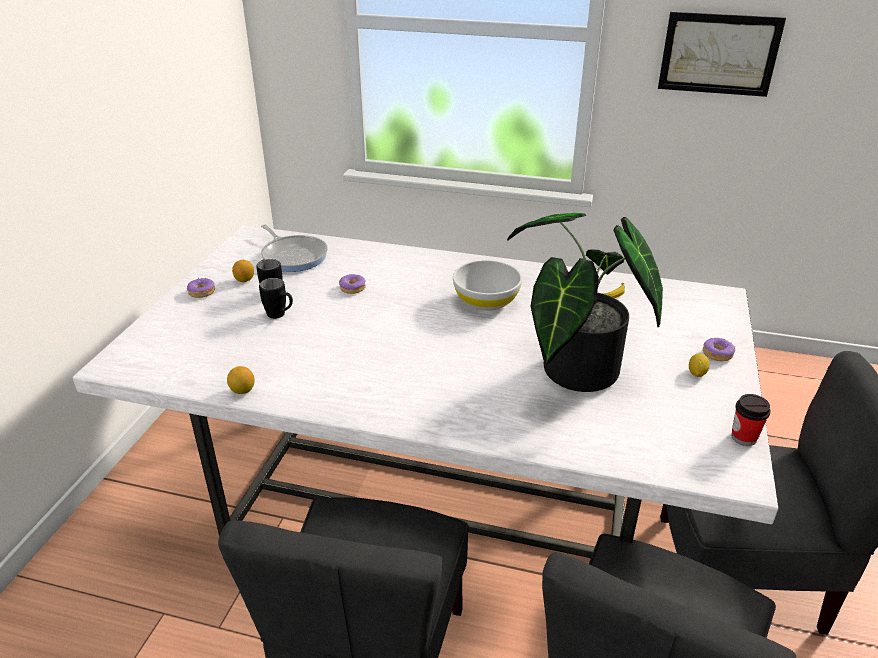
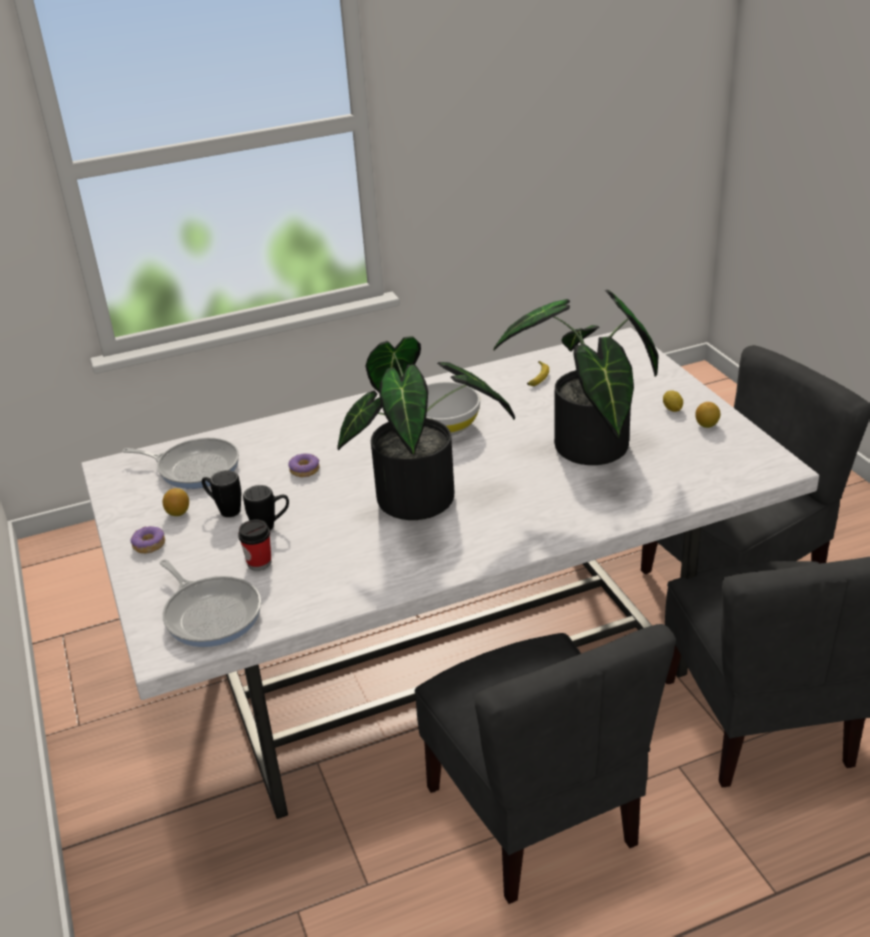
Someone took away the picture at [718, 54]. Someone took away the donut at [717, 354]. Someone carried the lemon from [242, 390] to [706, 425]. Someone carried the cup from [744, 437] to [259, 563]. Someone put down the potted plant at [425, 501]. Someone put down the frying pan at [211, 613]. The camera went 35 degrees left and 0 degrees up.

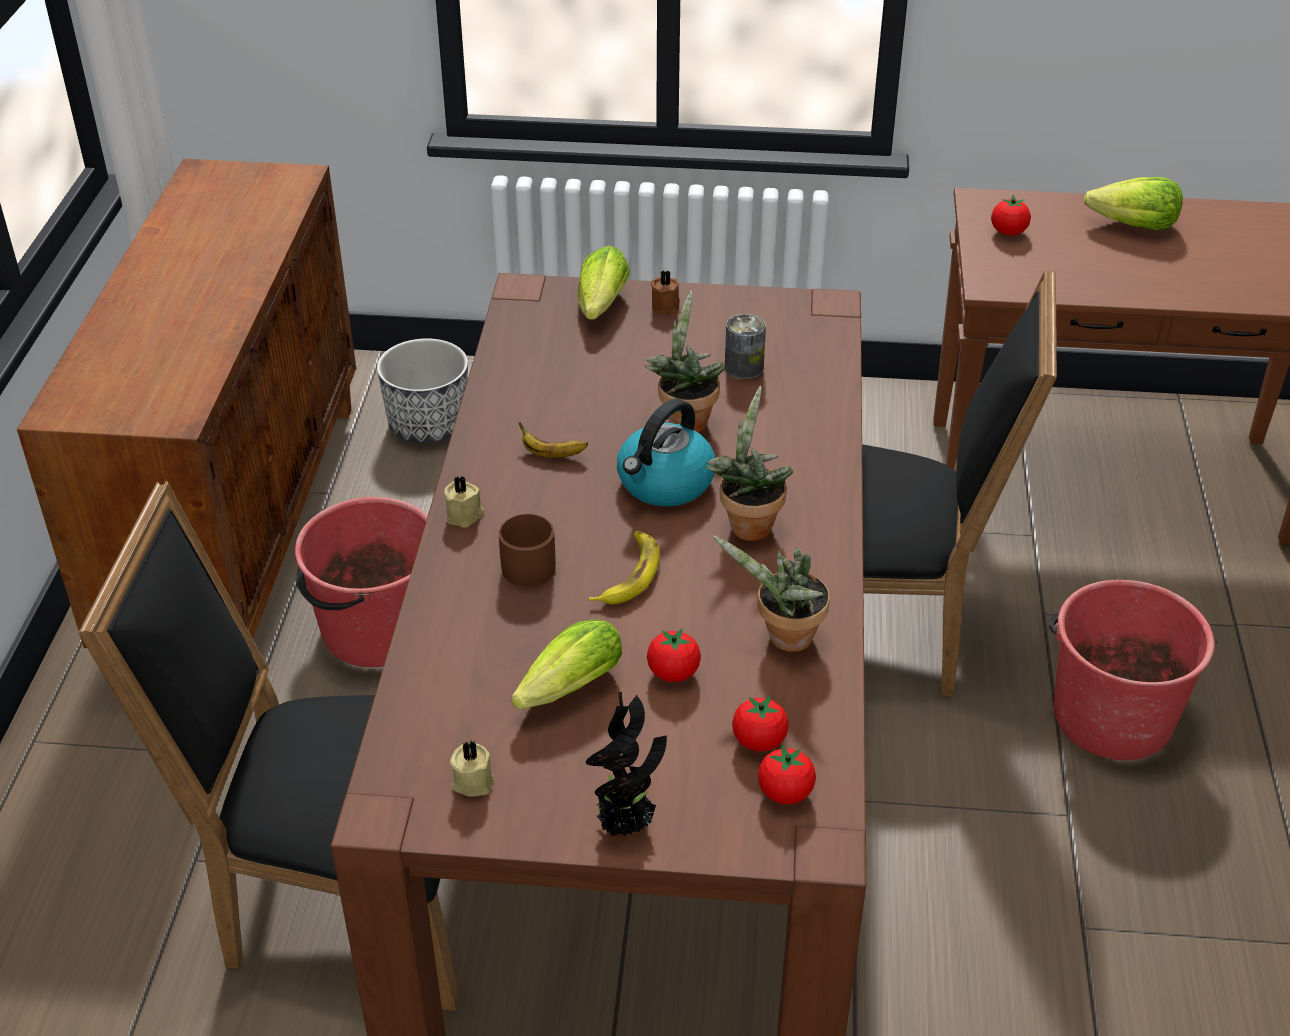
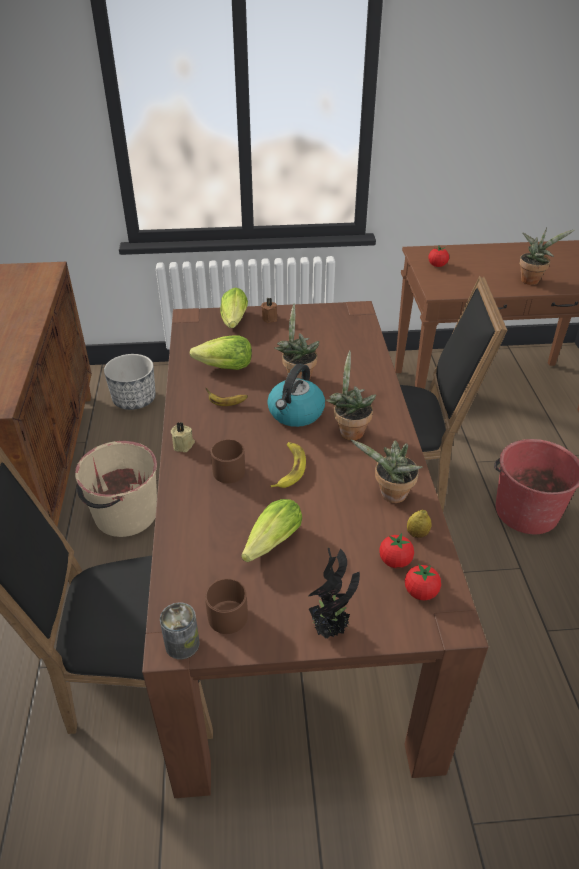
Someone carried the lettuce from [1133, 226] to [225, 367]. Someone carried the can from [744, 368] to [182, 644]. Someone repainted the bucket in red at [376, 629], which became the bucket in beige at [125, 514]. Someone took away the tomato at [673, 673]. Someone swapped the candle in beige at [472, 780] for the mug in brown at [226, 612]. Someone put down the potted plant at [531, 279]. Someone put down the lemon at [417, 534]. The camera went 10 degrees left and 0 degrees up.

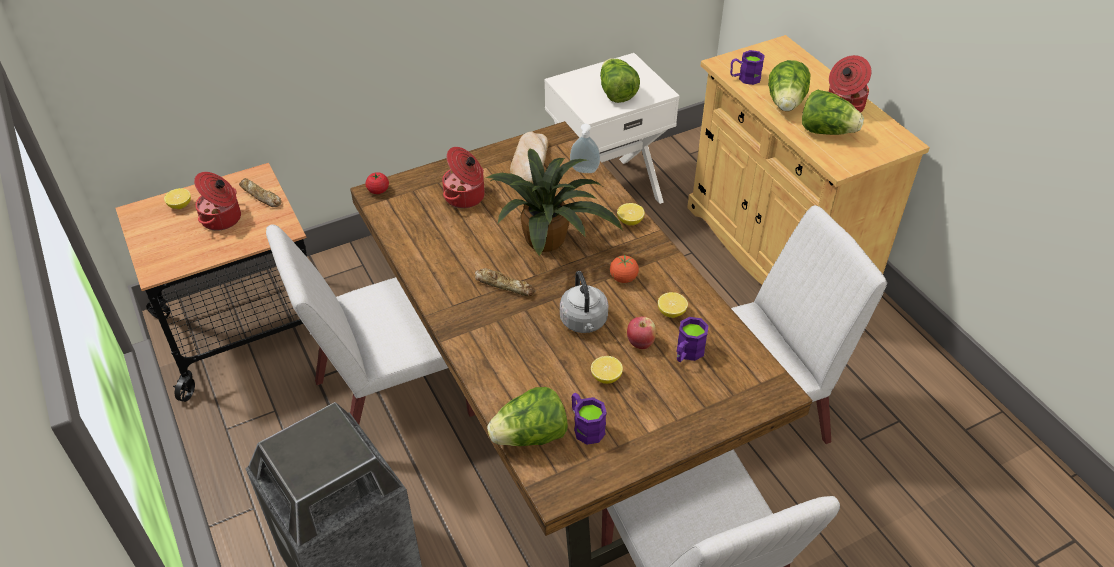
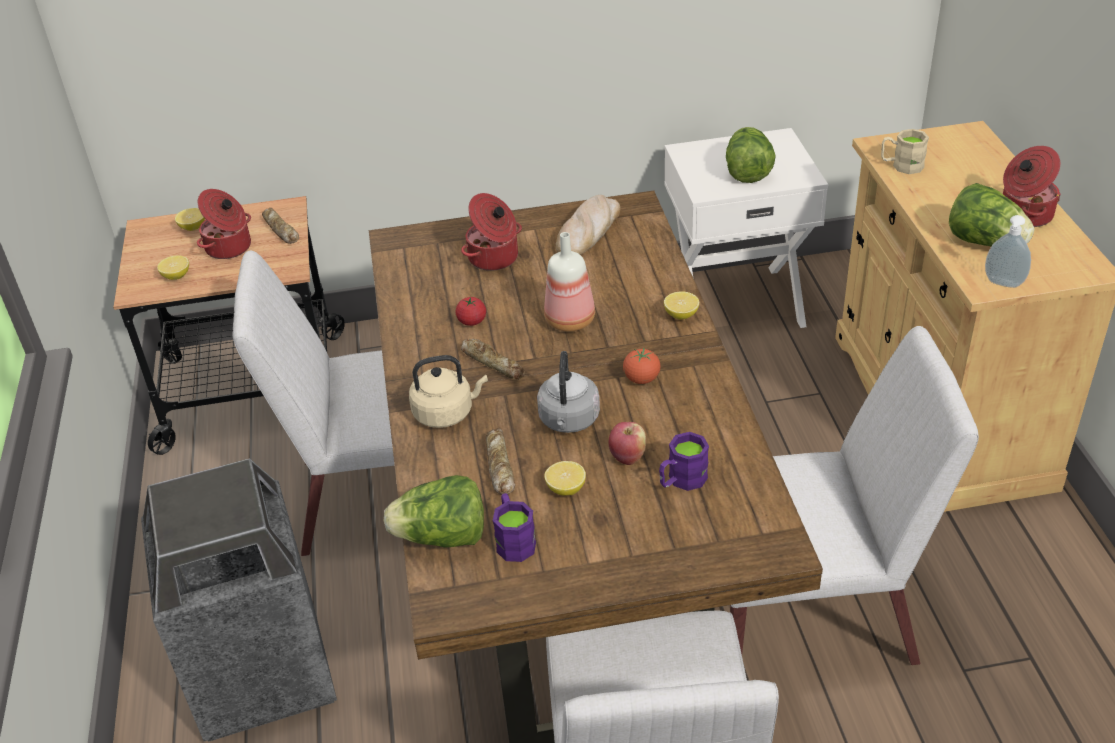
Someone repainted the mug in purple at [744, 78], which became the mug in beige at [901, 165]. Someone took away the lettuce at [786, 104]. Someone carried the soap dispenser from [584, 171] to [1003, 284]. Someone swapped the potted plant at [549, 239] for the bottle at [571, 320]. Someone carried the tomato from [378, 190] to [472, 321]. Someone carried the lemon from [671, 312] to [176, 276]. Someone put down the kettle in beige at [446, 413]. Someone put down the bread at [499, 466]. The camera went 20 degrees right and 5 degrees down.

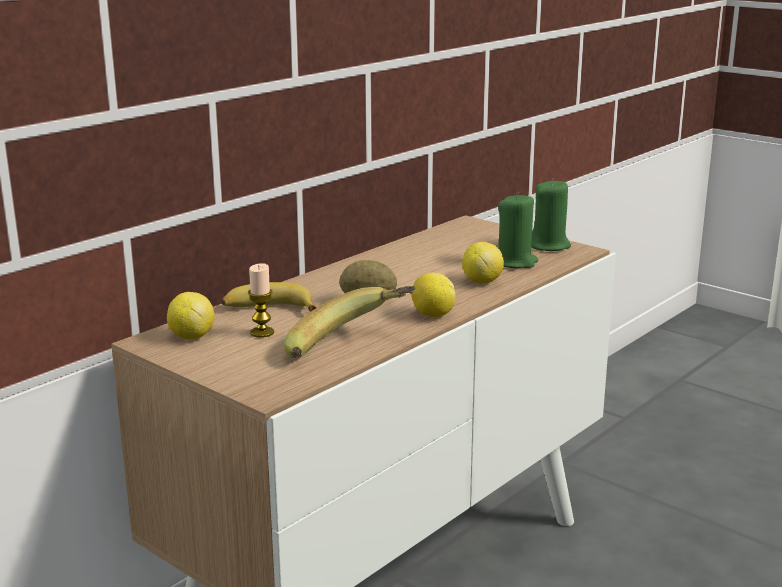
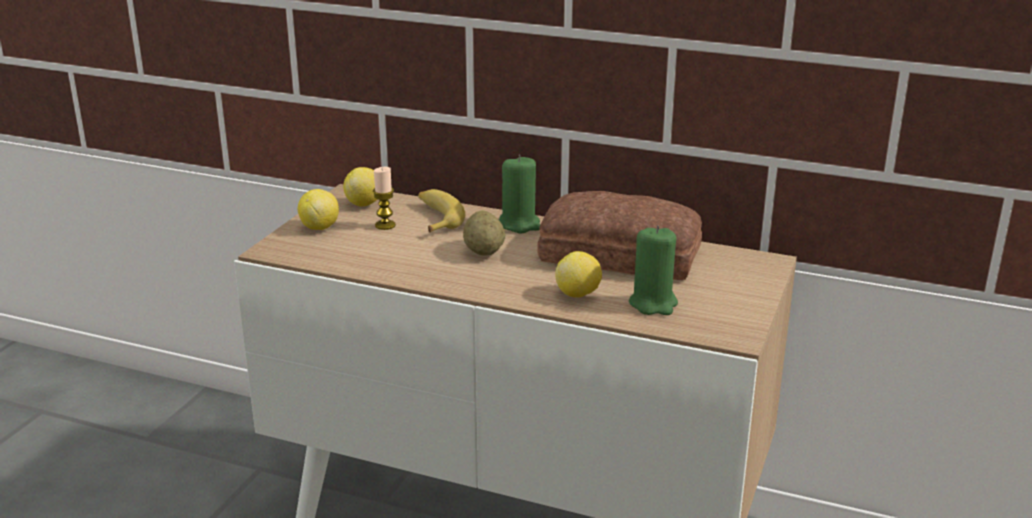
Someone carried the candle in green from [549, 246] to [520, 224]. Someone carried the lemon from [432, 315] to [319, 227]. Someone took away the banana at [351, 348]. Someone put down the bread at [620, 256]. The camera went 70 degrees right and 5 degrees up.

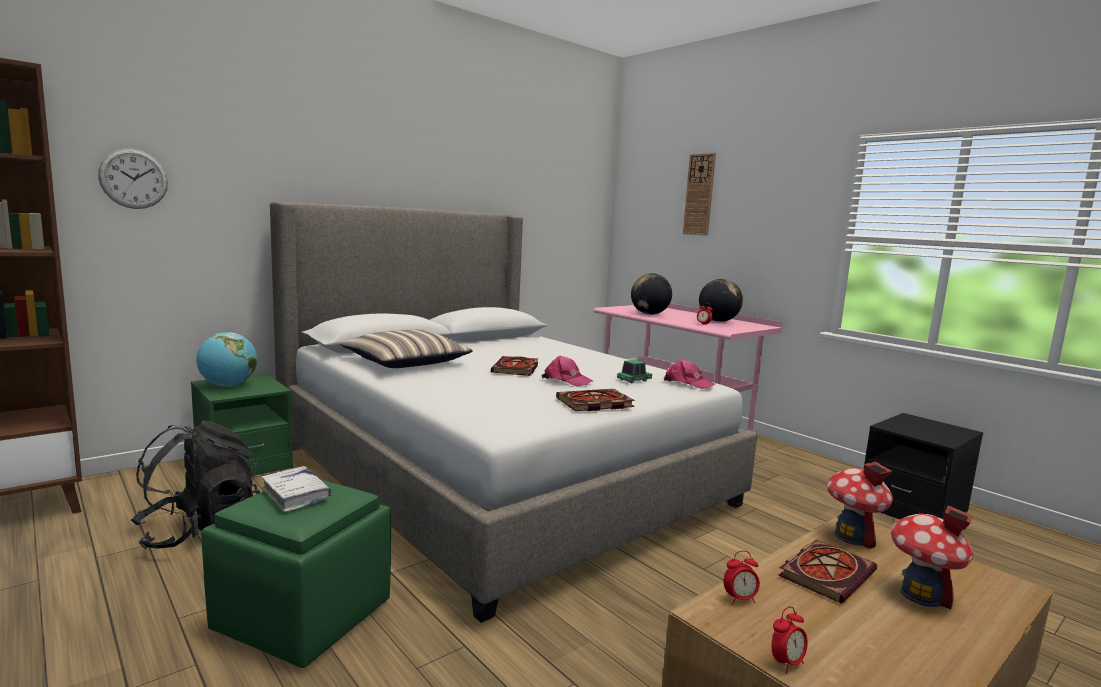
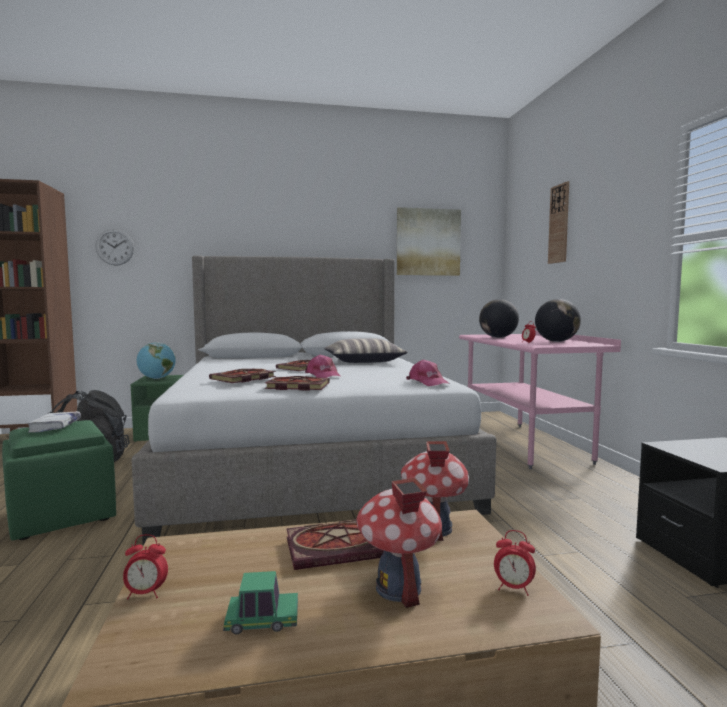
Someone carried the pillow from [406, 362] to [364, 361]. Someone carried the toy car from [634, 380] to [262, 621]. Someone carried the alarm clock from [739, 599] to [513, 588]. Someone put up the picture at [428, 242]. Someone put down the book at [242, 378]. The camera went 30 degrees right and 5 degrees down.

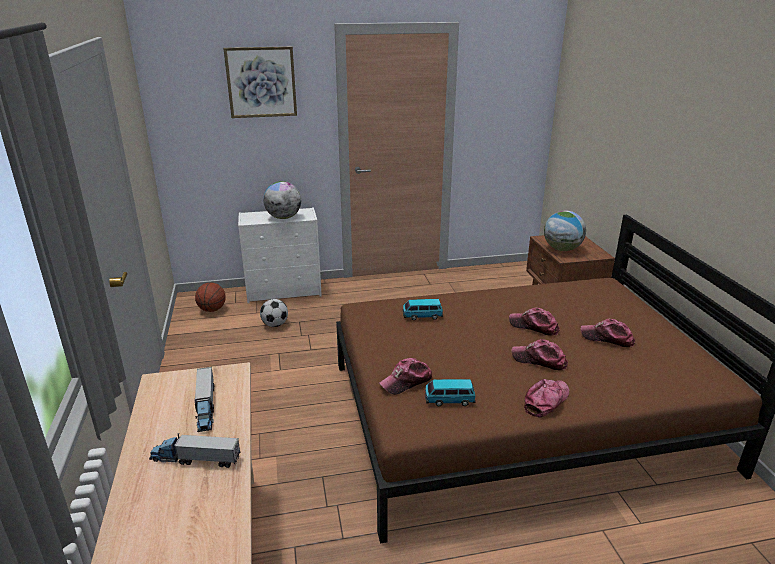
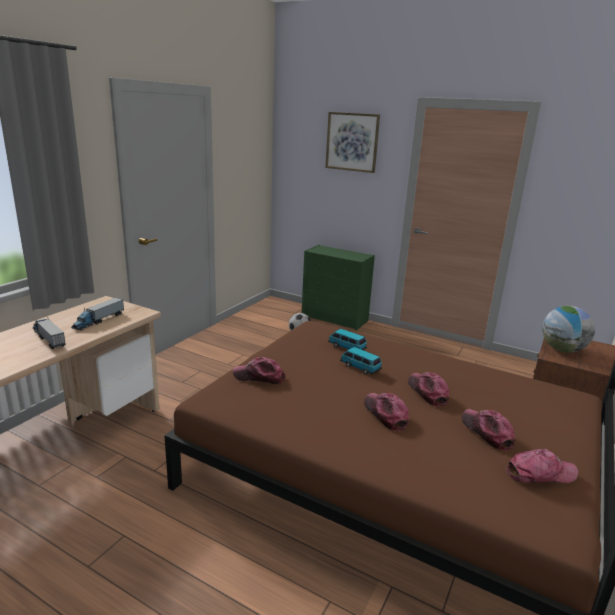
Someone took away the globe at [283, 217]. Someone repainted the dresser in white at [285, 291], which became the dresser in green at [335, 319]. Someone took away the basketball at [212, 310]. Someone carried the toy car from [449, 400] to [360, 367]. Someone carried the cap from [546, 401] to [540, 473]. The camera went 40 degrees right and 5 degrees down.

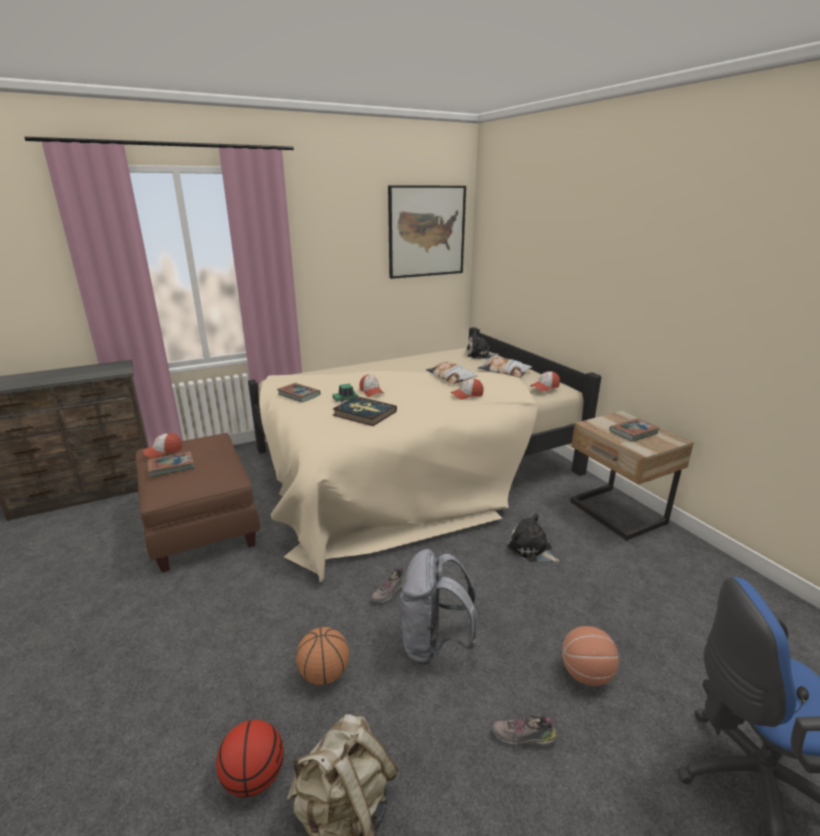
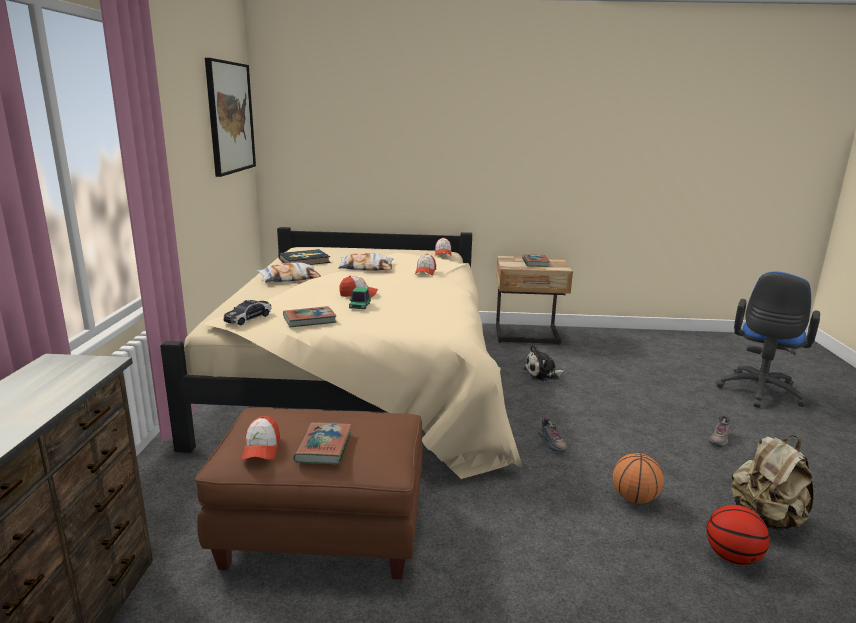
Someone took away the plush toy at [480, 355]. Someone carried the pillow from [504, 371] to [289, 278]. Someone carried the book from [364, 413] to [304, 260]. Someone took away the backpack in grey at [434, 644]. Someone took away the basketball at [586, 674]. Someone put down the toy car at [248, 318]. The camera went 60 degrees left and 5 degrees down.

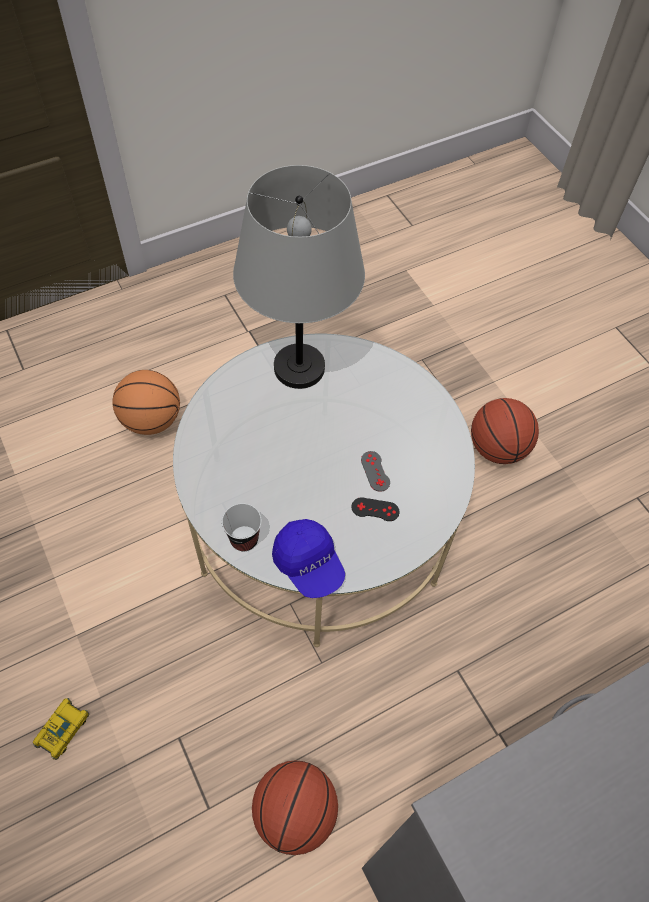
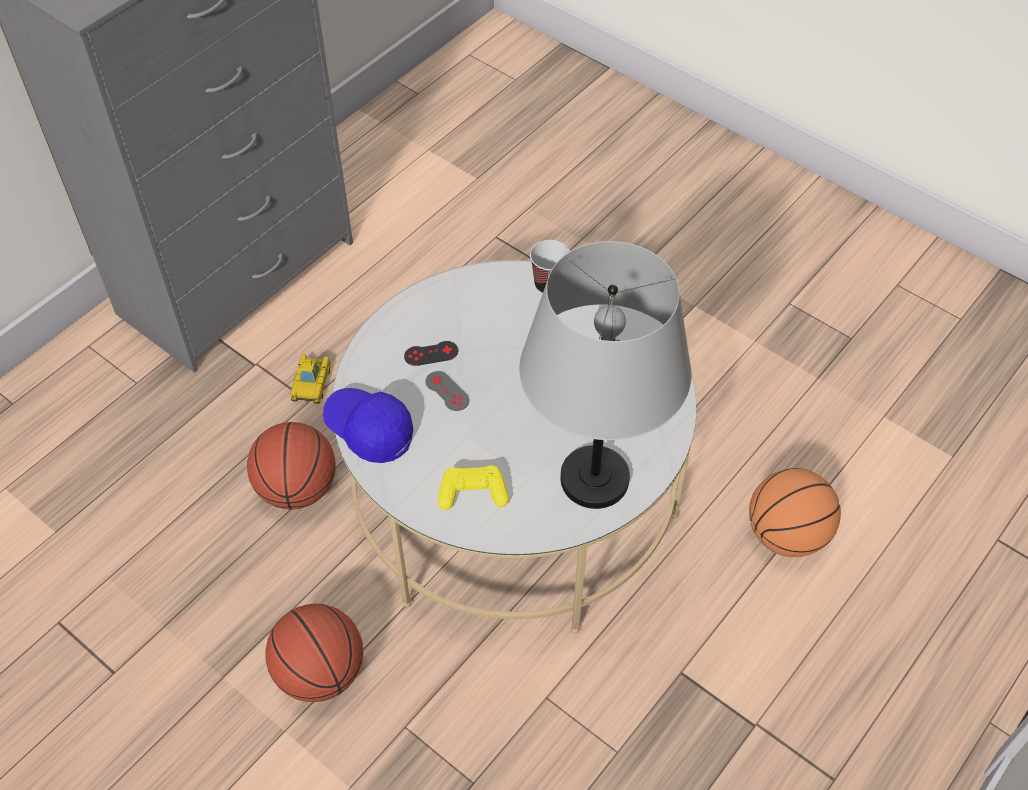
Someone carried the cap in blue from [309, 564] to [369, 430]. Someone carried the toy car from [63, 729] to [311, 383]. Someone carried the basketball from [295, 812] to [297, 488]. Someone put down the game controller in yellow at [473, 493]. The camera went 160 degrees right and 5 degrees down.

